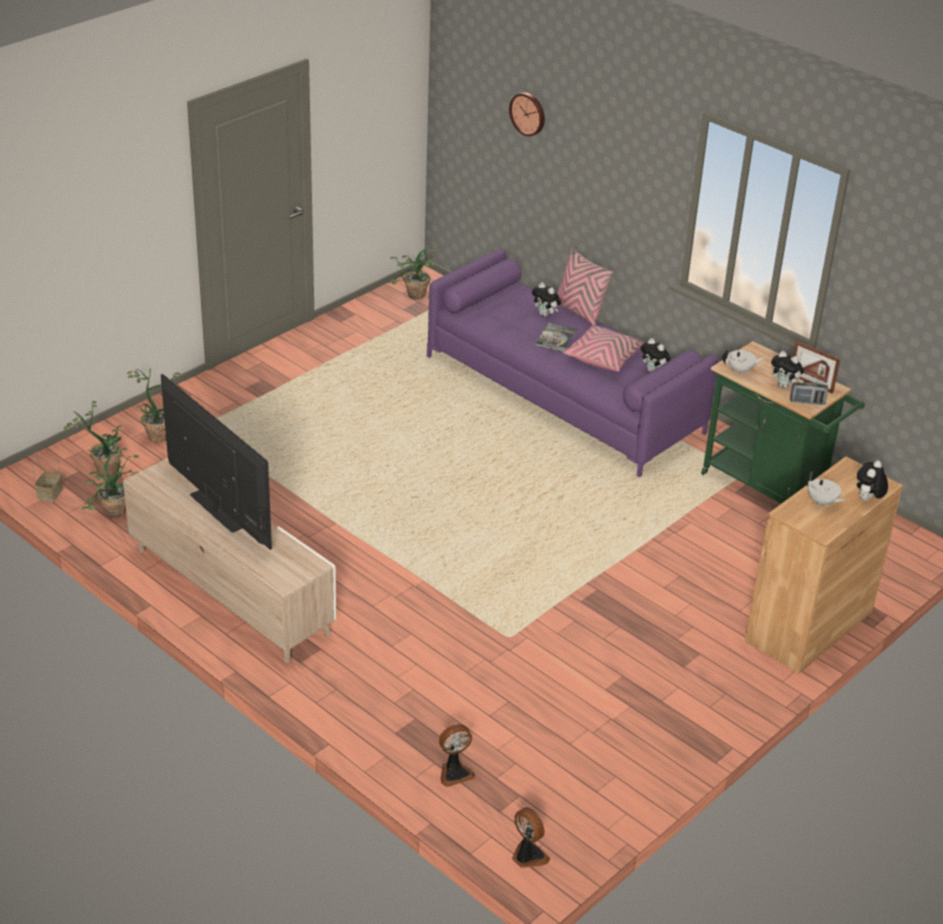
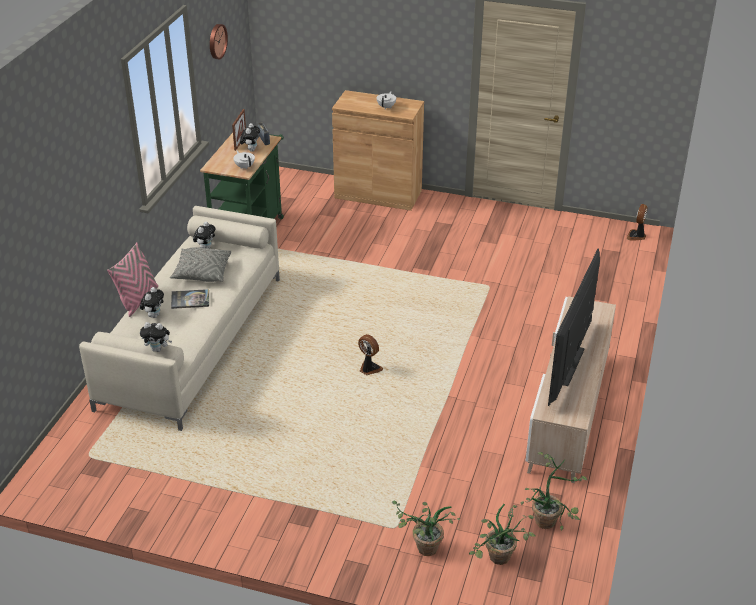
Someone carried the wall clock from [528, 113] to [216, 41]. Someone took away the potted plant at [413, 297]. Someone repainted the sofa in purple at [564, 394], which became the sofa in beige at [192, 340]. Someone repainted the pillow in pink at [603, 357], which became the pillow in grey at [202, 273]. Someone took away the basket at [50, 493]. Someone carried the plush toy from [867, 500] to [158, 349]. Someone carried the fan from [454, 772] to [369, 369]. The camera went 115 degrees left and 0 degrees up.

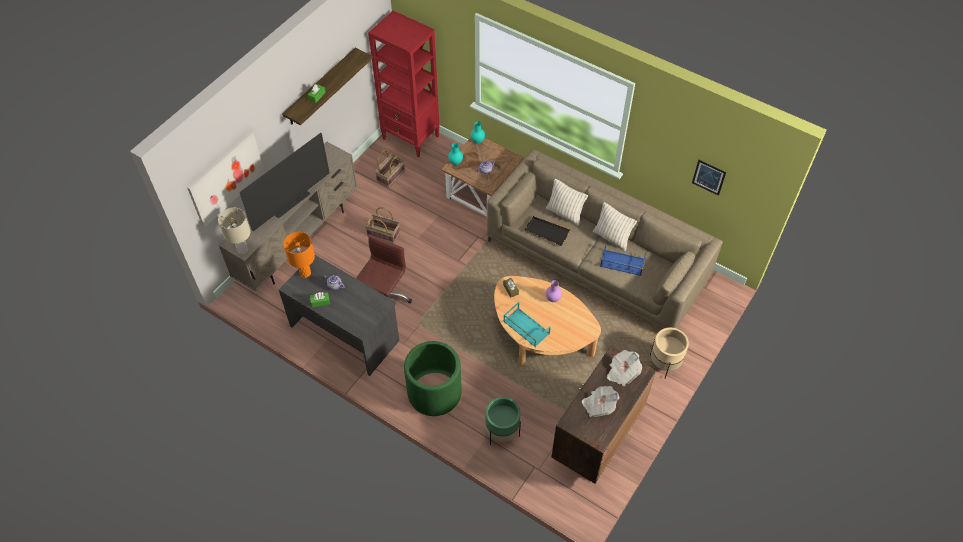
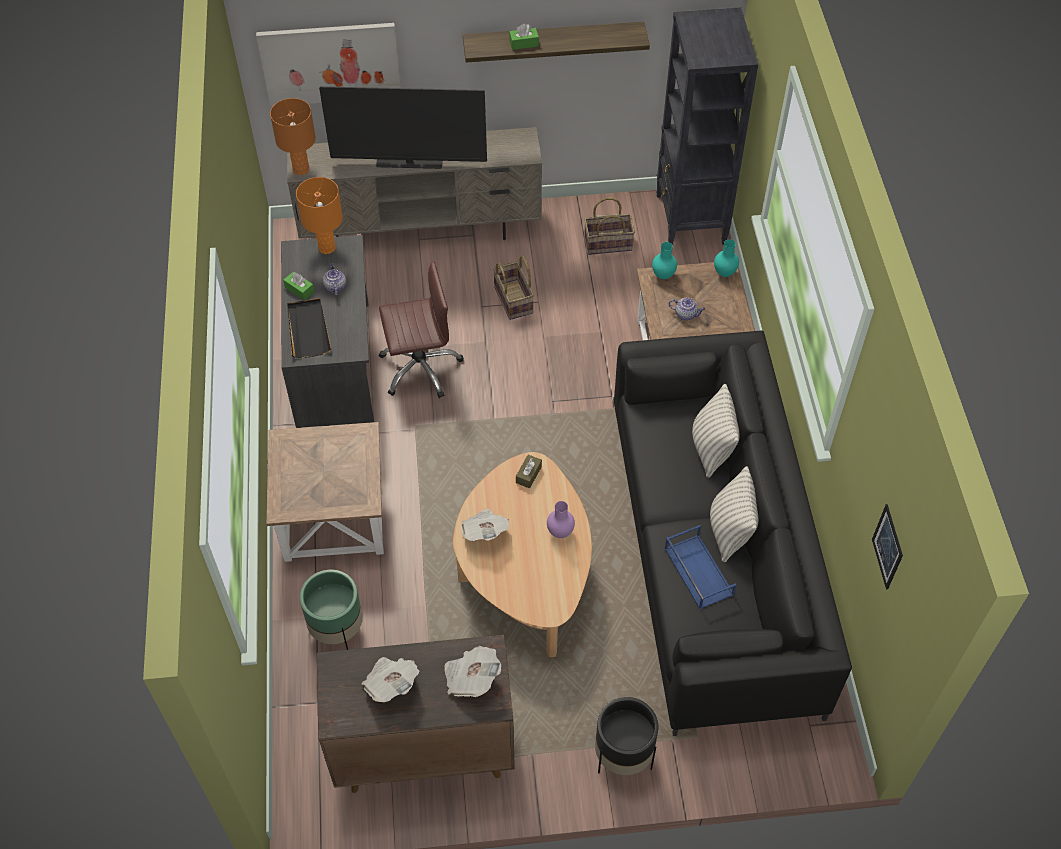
Someone repainted the bookcase in red at [411, 138], which became the bookcase in black at [690, 220]. Someone repainted the sofa in beige at [596, 261], which became the sofa in black at [712, 554]. Someone repainted the table lamp in beige at [242, 249], which became the table lamp in orange at [301, 169]. Someone carried the tray in black from [546, 232] to [308, 329]. Someone swapped the tray in turquoise at [525, 327] for the newspaper at [485, 532]. Someone repainted the planter in beige at [664, 363], which became the planter in black at [623, 756]. Someone swapped the planter in green at [434, 392] for the side table in brown at [332, 515]. The camera went 50 degrees right and 0 degrees up.

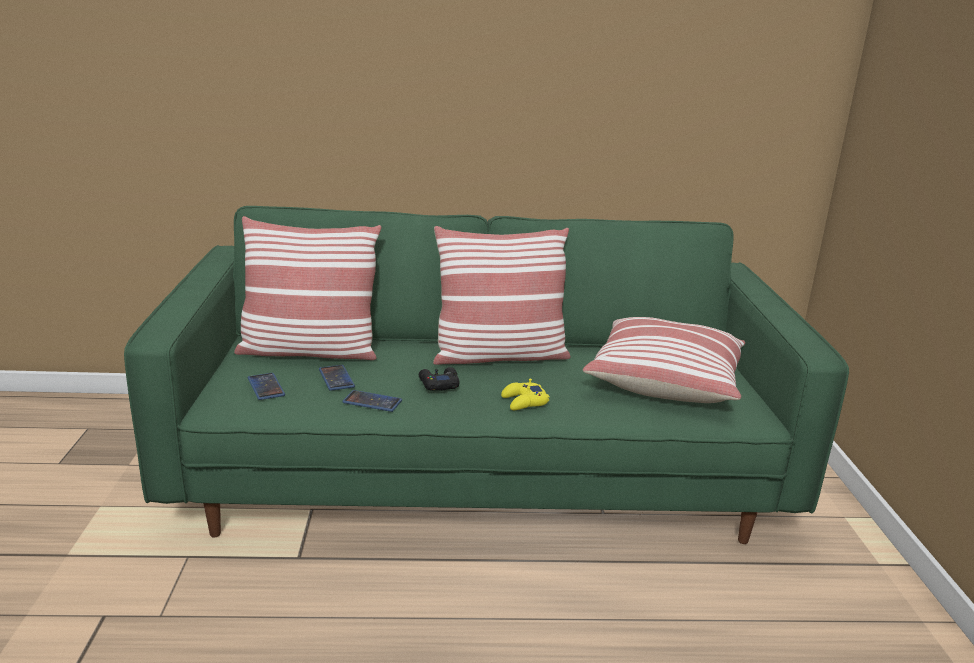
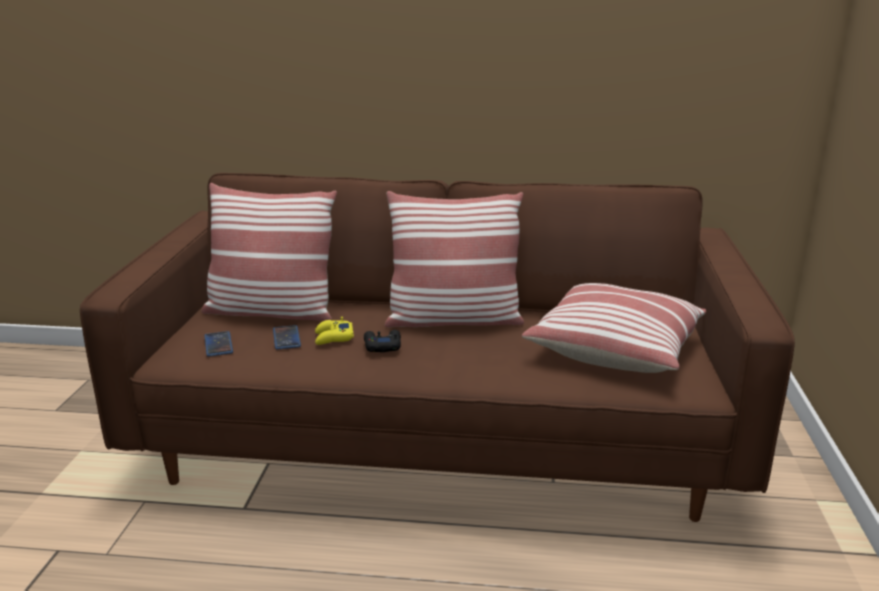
Someone repainted the sofa in green at [479, 470], which became the sofa in brown at [439, 433]. Someone carried the game controller in yellow from [524, 402] to [333, 337]. Someone took away the phone at [372, 402]. The camera went 10 degrees right and 0 degrees up.

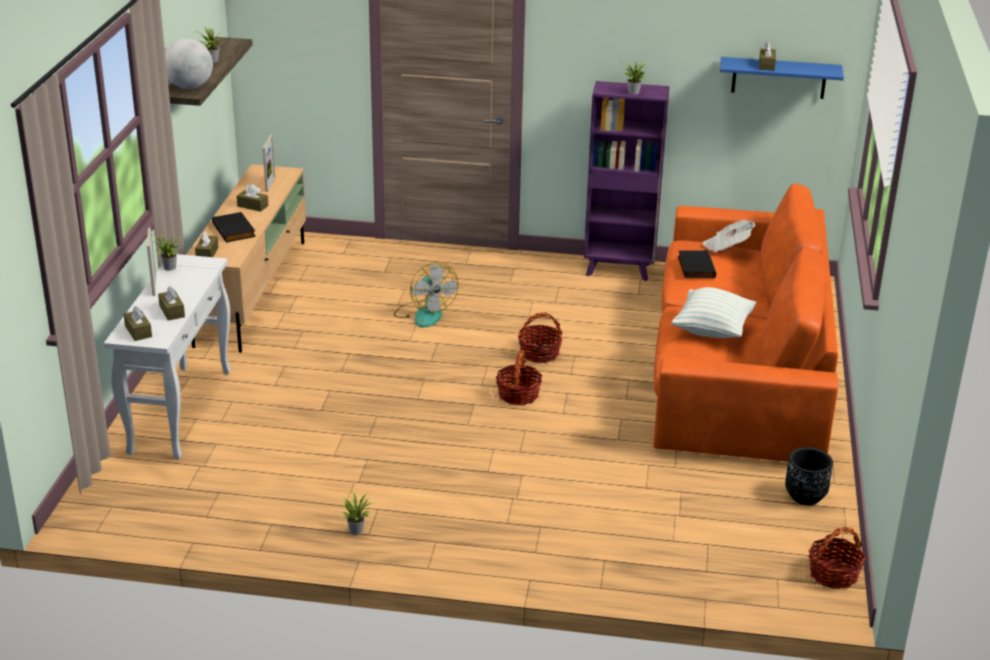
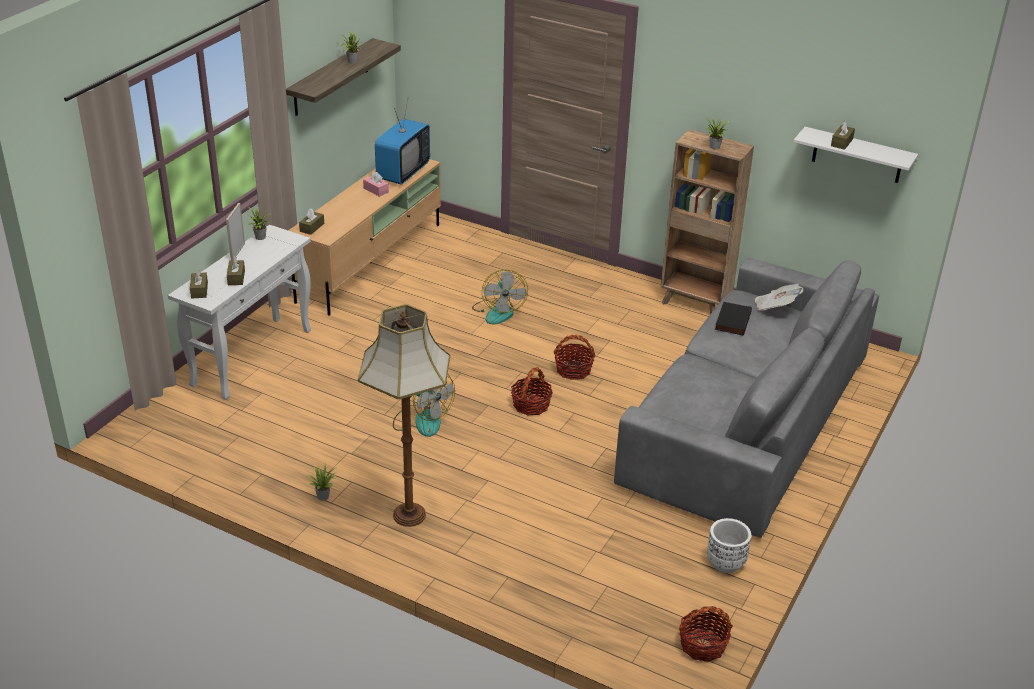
Someone took away the globe at [189, 87]. Someone repainted the shelf in blue at [779, 78], which became the shelf in white at [857, 155]. Someone repainted the bookcase in purple at [619, 270], which became the bookcase in brown at [695, 304]. Someone swapped the picture frame at [270, 184] for the television at [403, 172]. Someone repainted the tissue box in brown at [252, 206], which became the tissue box in pink at [376, 190]. Someone repainted the sofa in orange at [737, 364], which became the sofa in grey at [745, 419]. Someone took away the book in black at [235, 230]. Someone took away the pillow at [712, 330]. Someone repainted the planter in black at [805, 496], which became the planter in white at [725, 563]. Someone put down the floor lamp at [408, 516]. Someone put down the fan at [422, 420]. The camera went 20 degrees right and 5 degrees up.

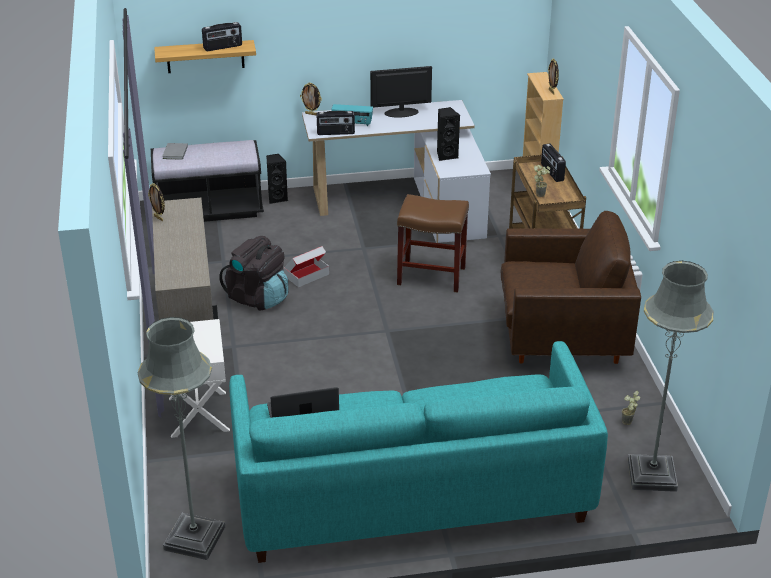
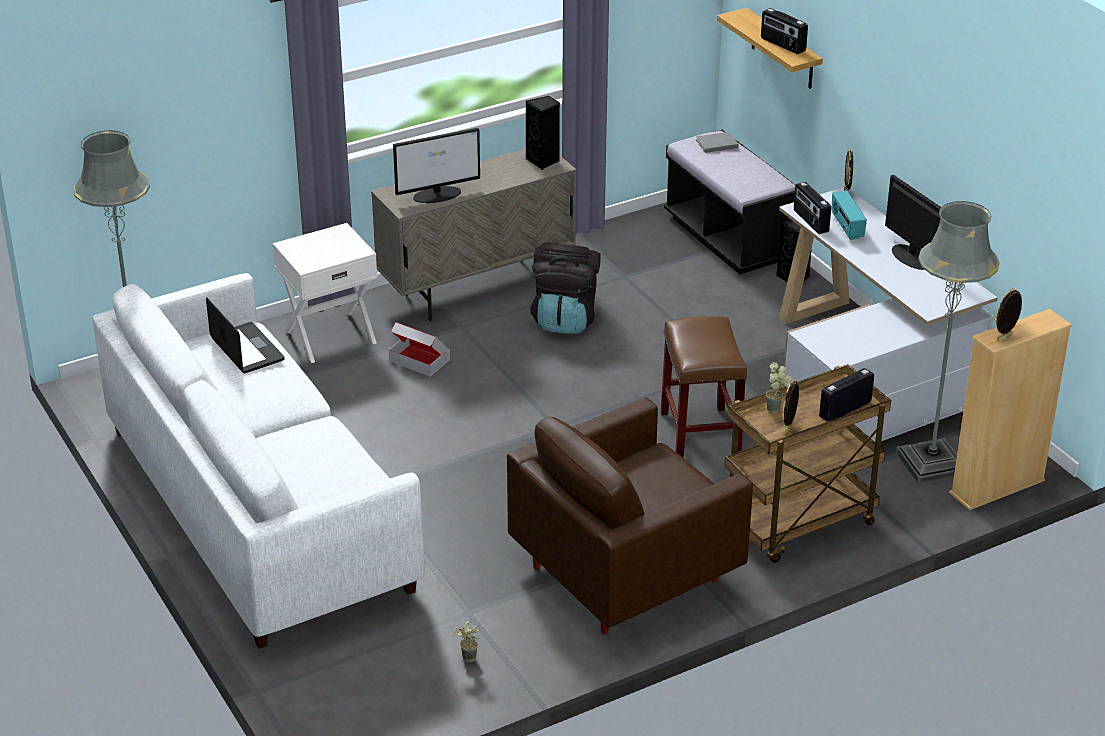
Someone carried the speaker in black from [446, 155] to [543, 161]. Someone carried the picture frame from [159, 218] to [788, 429]. Someone rotated the armchair in brown at [562, 337] by 75 degrees clockwise. Someone carried the cardboard box from [306, 275] to [419, 360]. Someone carried the floor lamp in grey from [652, 475] to [931, 464]. Someone repainted the sofa in turquoise at [411, 494], which became the sofa in white at [257, 508]. Someone put down the monitor at [438, 194]. The camera went 70 degrees right and 0 degrees up.

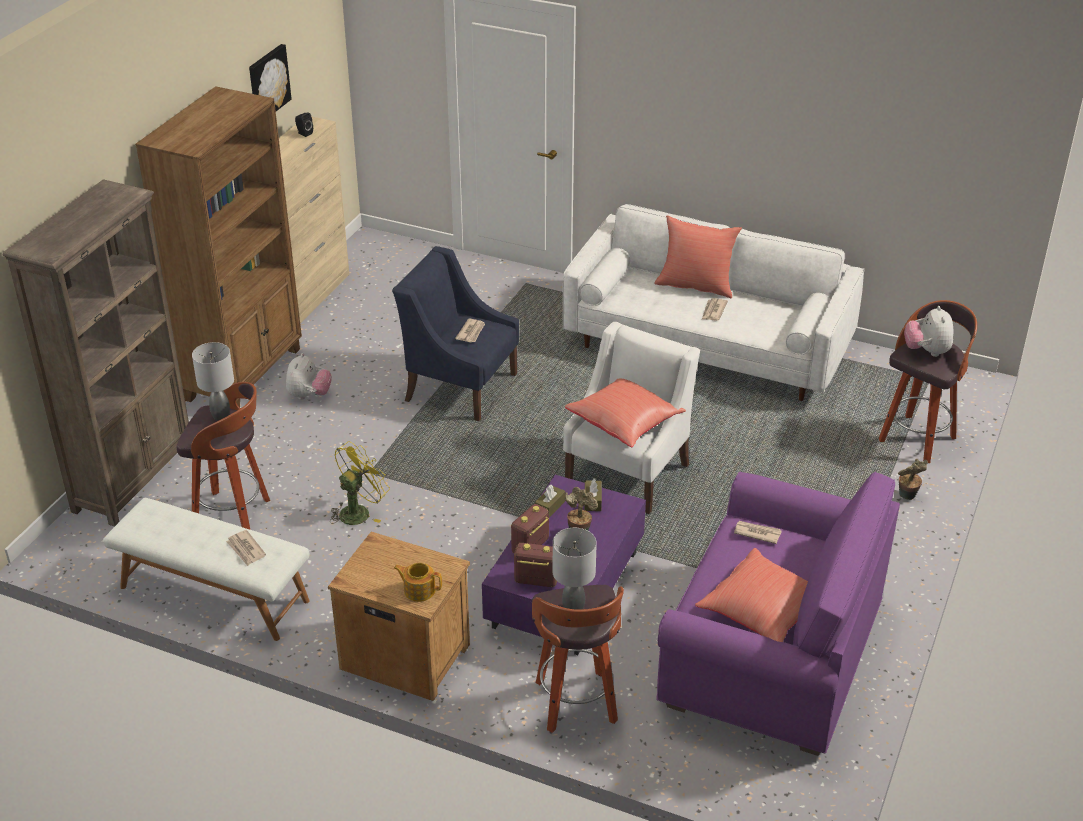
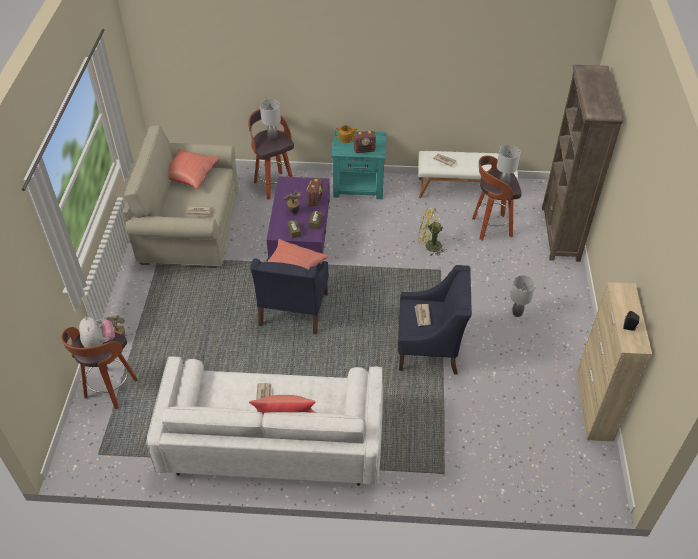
Someone took away the picture at [268, 83]. Someone took away the bookcase in brown at [245, 374]. Someone repainted the armchair in white at [628, 473], which became the armchair in blue at [293, 310]. Someone swapped the plush toy at [309, 395] for the table lamp in grey at [517, 313]. Someone rotated the fan in yellow at [359, 511] by 75 degrees clockwise. Someone repainted the sofa in purple at [771, 654], which became the sofa in beige at [190, 227]. Someone repainted the nightstand in brown at [404, 655], which became the nightstand in turquoise at [359, 186]. Someone carried the radio from [535, 580] to [364, 150]. The camera went 160 degrees right and 10 degrees up.

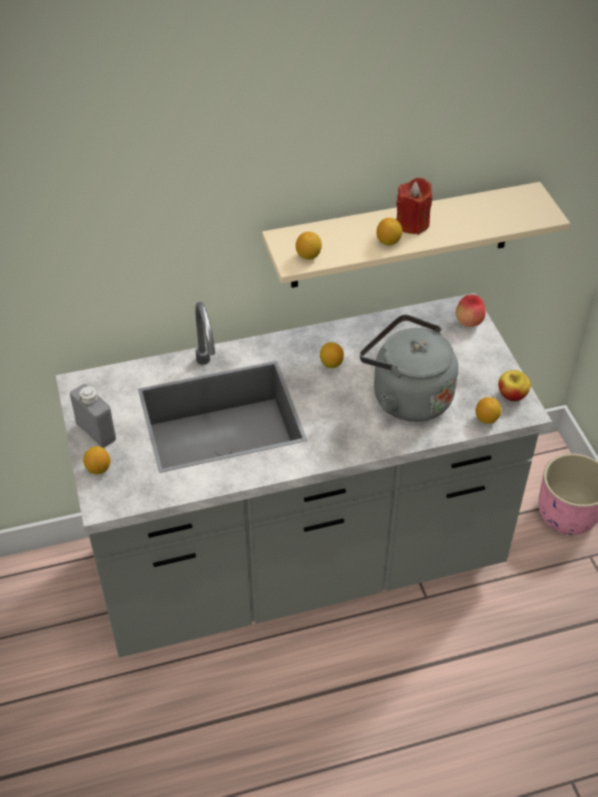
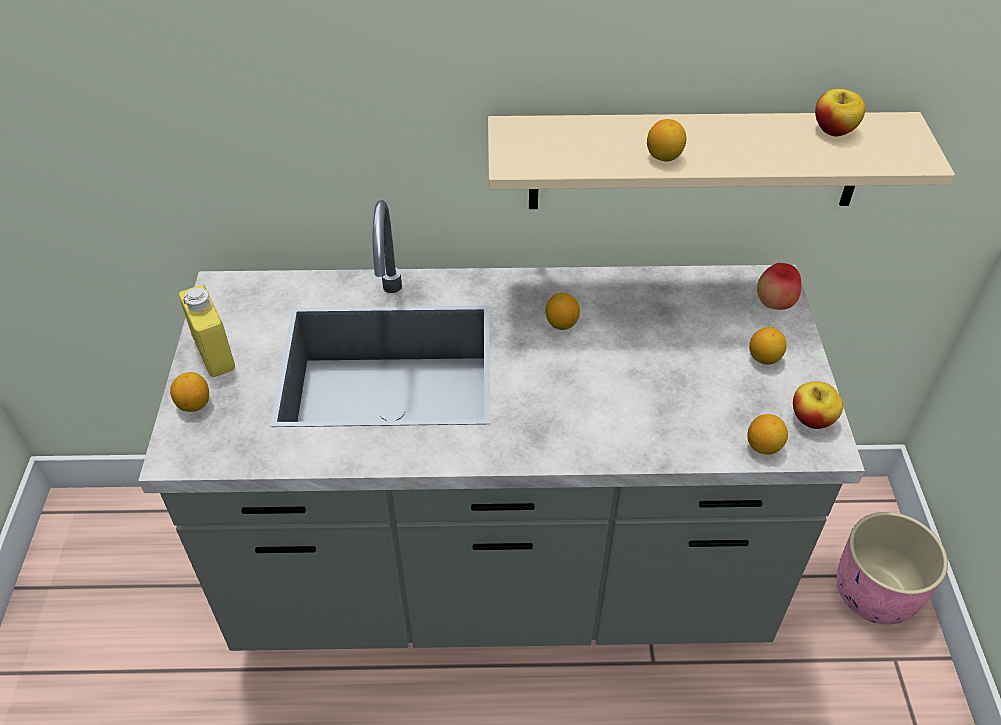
Someone took away the candle in red at [412, 224]. Someone carried the lemon from [308, 256] to [764, 358]. Someone took away the kettle in grey at [406, 397]. Someone repainted the bottle in grey at [96, 432], which became the bottle in yellow at [214, 354]. Someone put down the apple at [834, 129]. The camera went 15 degrees right and 0 degrees up.

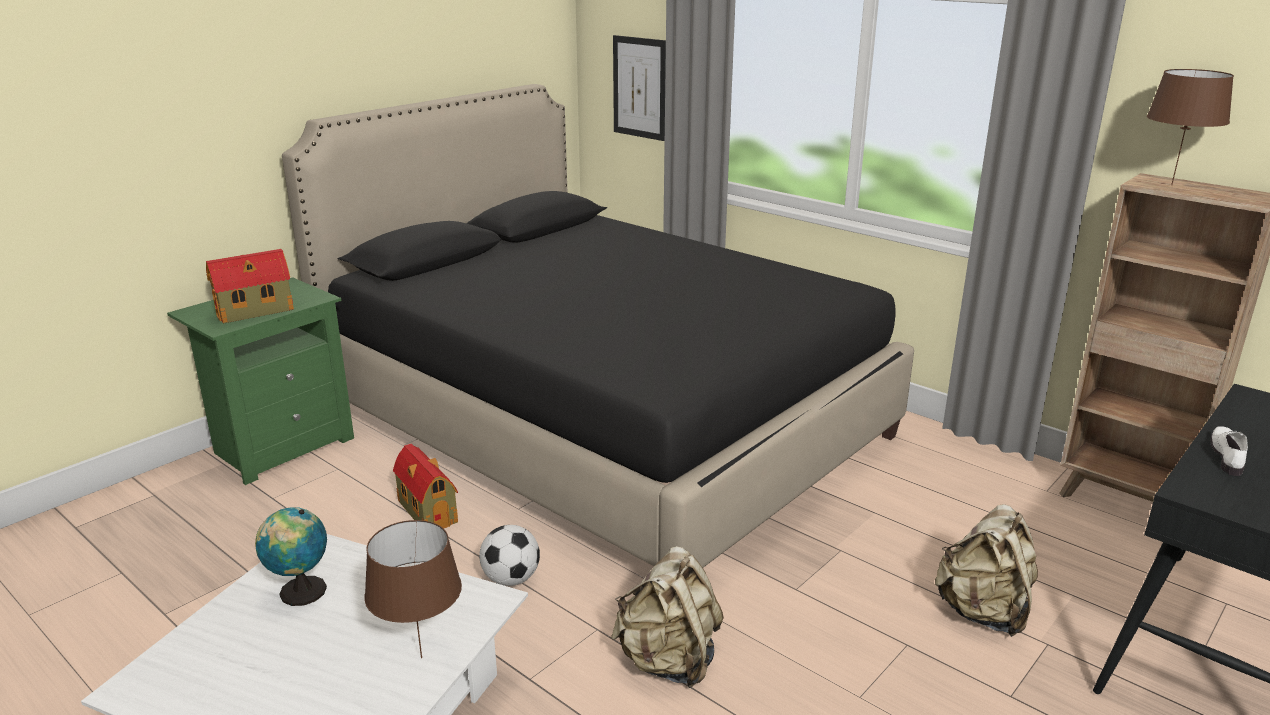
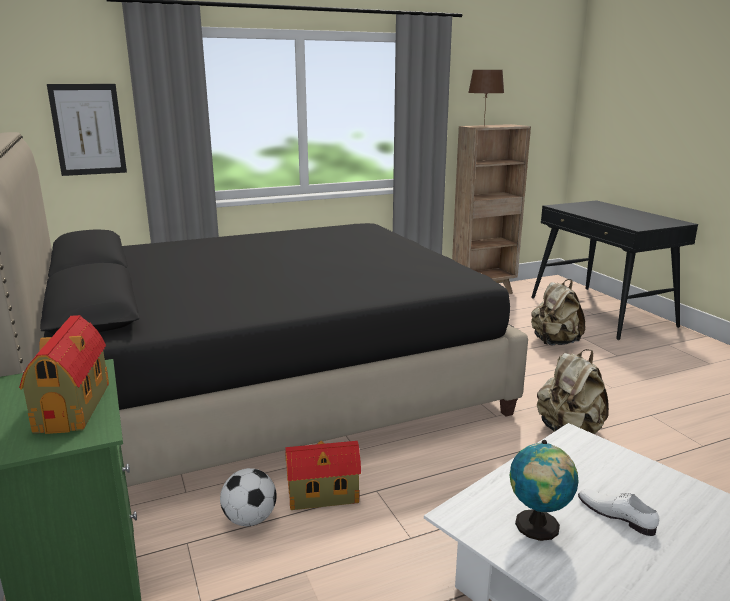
Someone carried the shoe in white from [1228, 455] to [616, 514]. Someone took away the table lamp in brown at [422, 657]. Someone carried the football from [511, 579] to [249, 519]. The camera went 65 degrees left and 5 degrees down.

